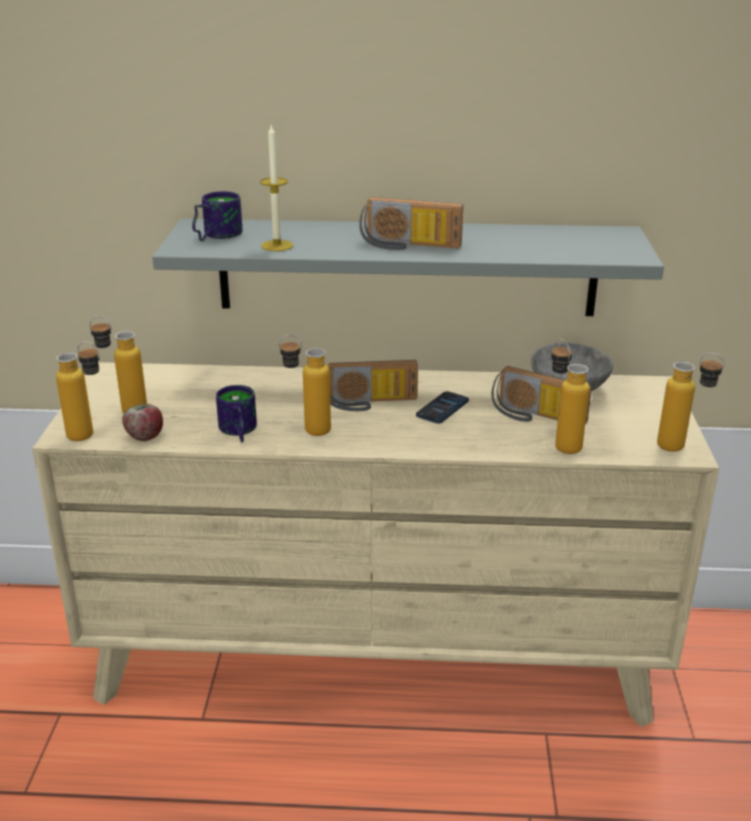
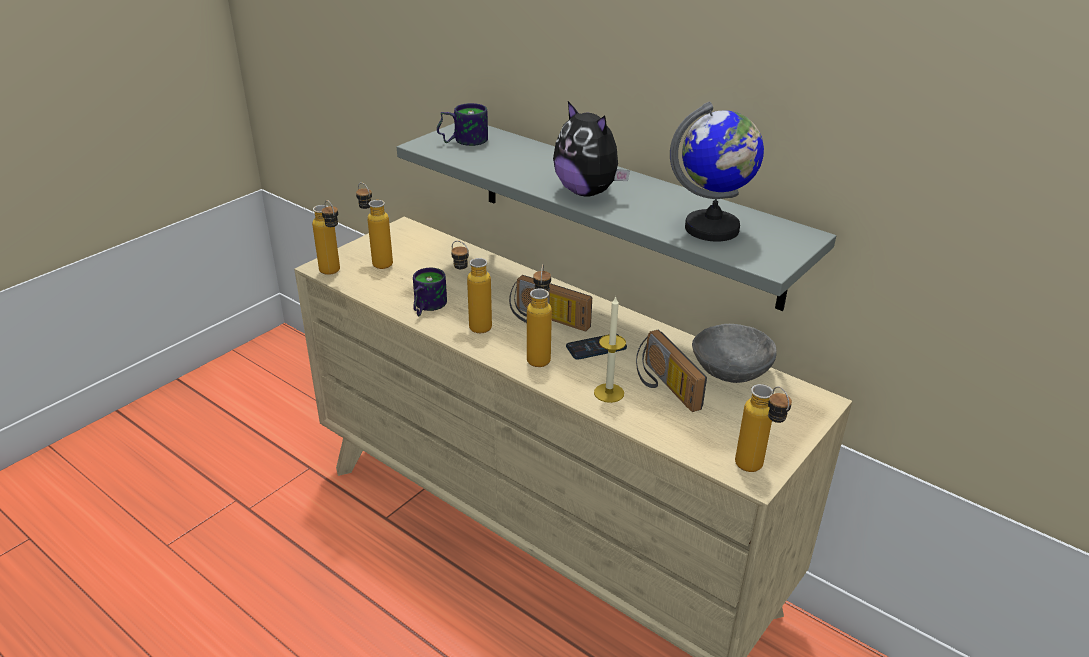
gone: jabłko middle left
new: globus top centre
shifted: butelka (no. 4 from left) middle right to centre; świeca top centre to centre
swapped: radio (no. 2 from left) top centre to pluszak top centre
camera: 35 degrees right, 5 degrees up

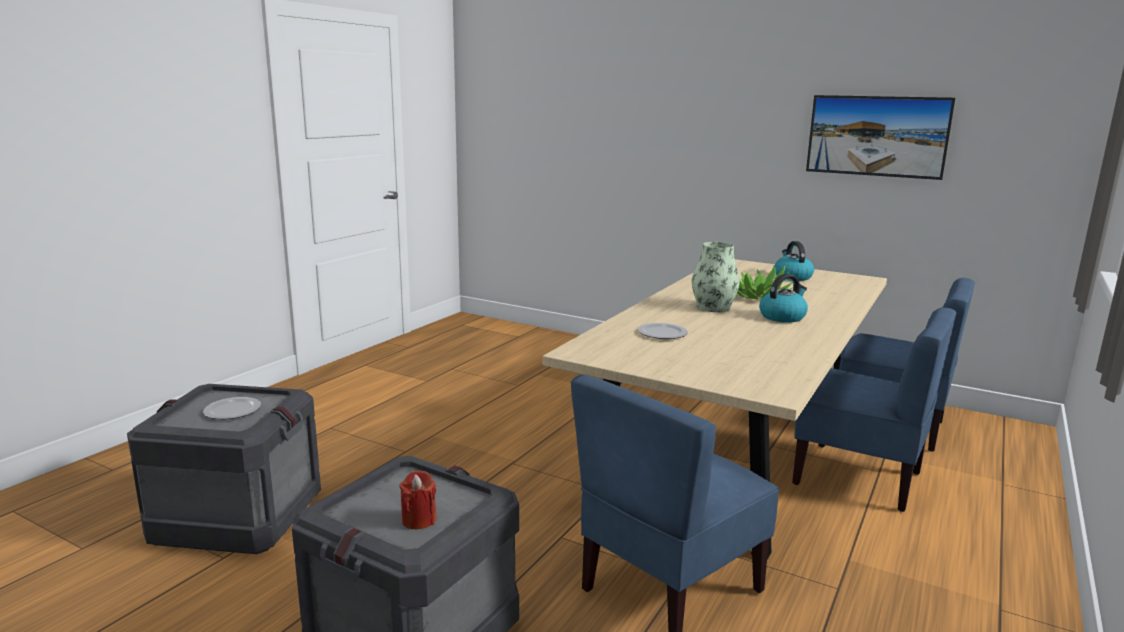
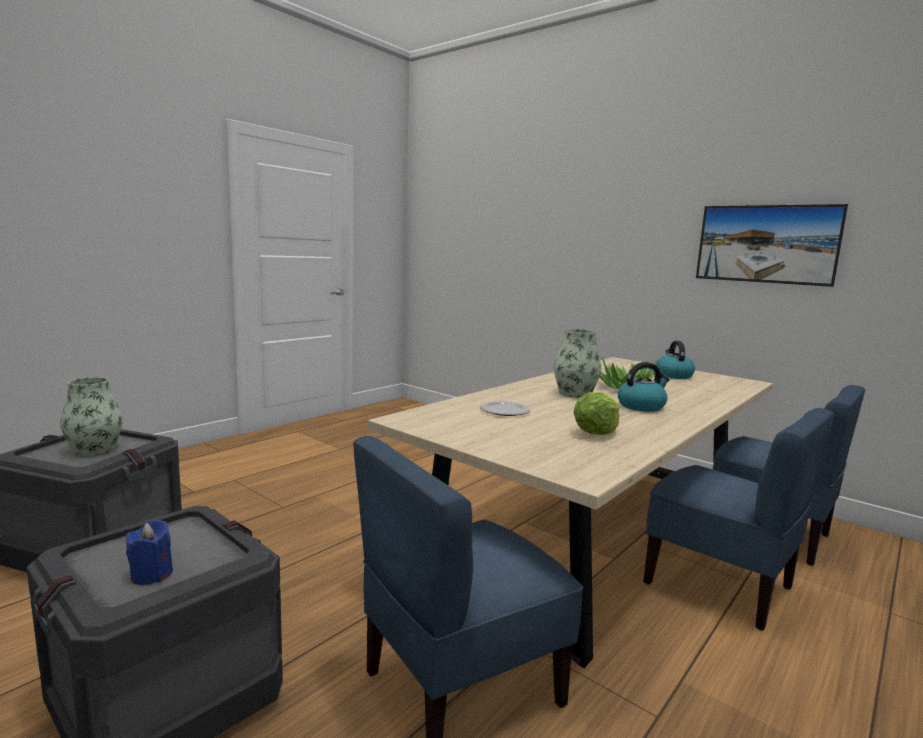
new: sałata centre
swapped: talerz (no. 1 from left) middle left to wazon (no. 1 from left) middle left
repainted: świeca [czerwony] bottom centre to świeca [niebieski] bottom left
camera: 10 degrees right, 5 degrees down

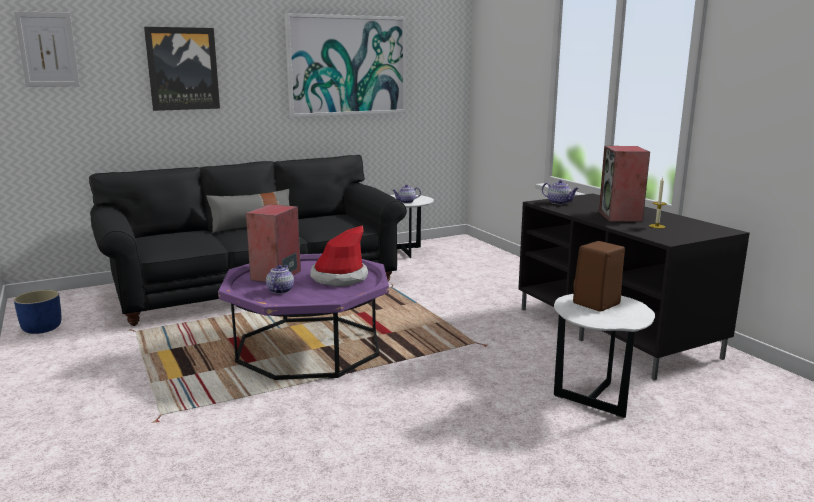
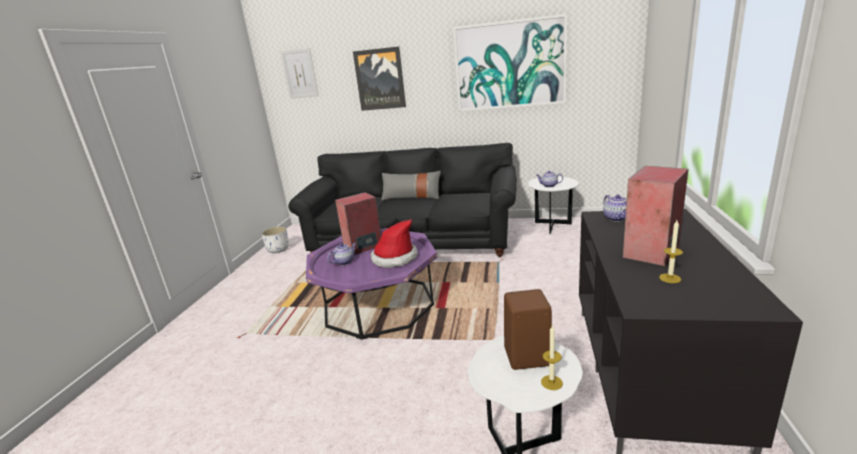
new: świeca (no. 1 from left) bottom centre
repainted: donica [niebieski] middle left to donica [biały] middle left
camera: 40 degrees right, 5 degrees up

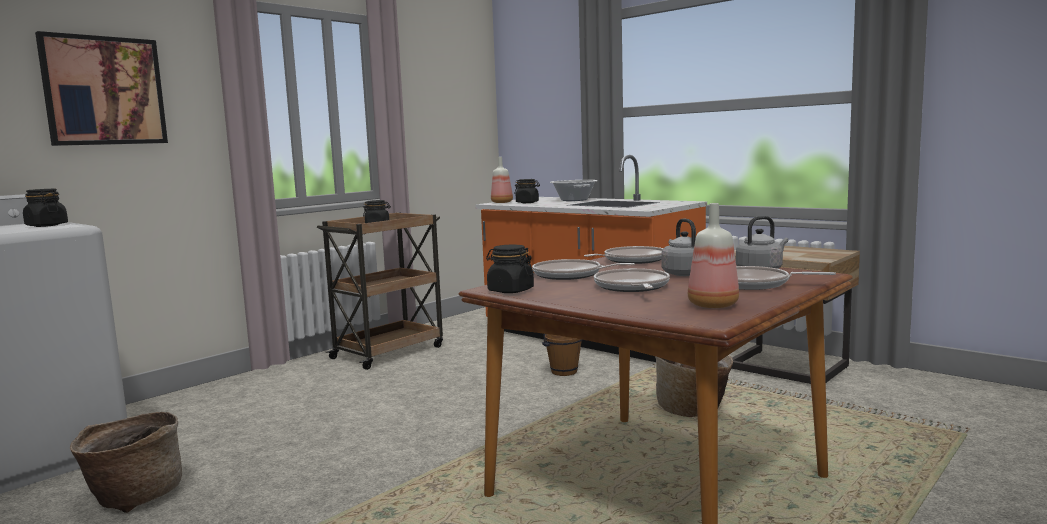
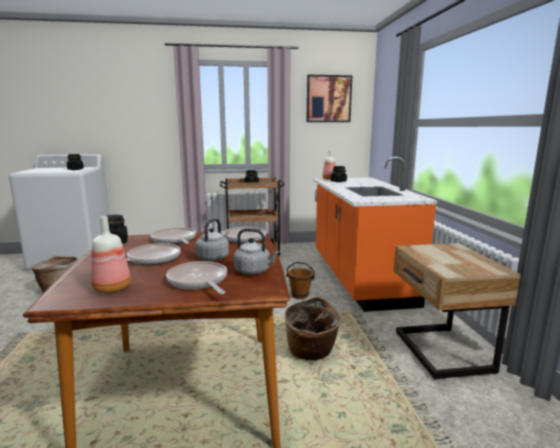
gone: garnek centre
shifted: obraz top left to top centre
camera: 40 degrees right, 5 degrees up

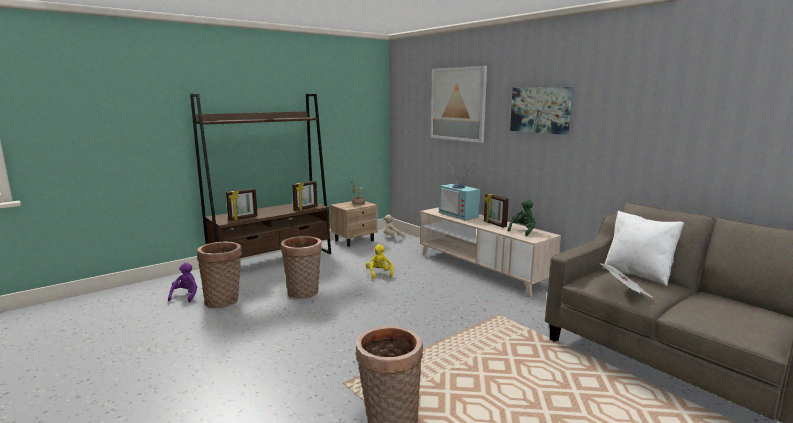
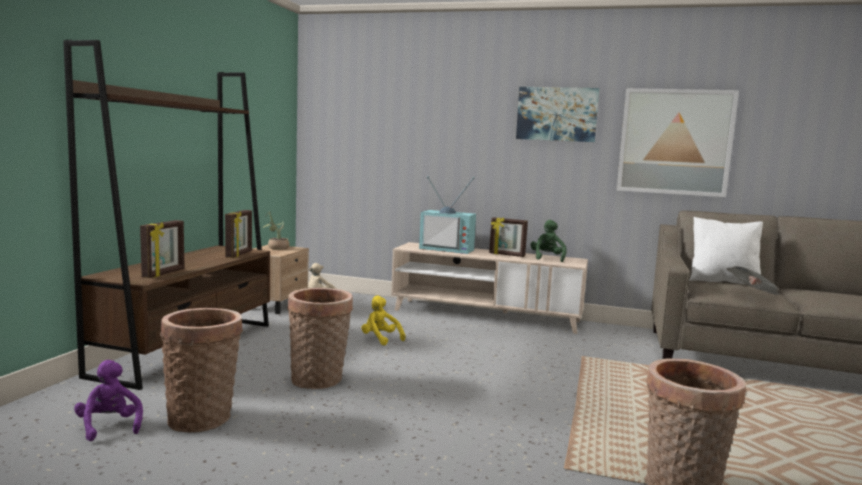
shifted: obraz (no. 1 from left in the first image) top centre to obraz (no. 2 from left) top right
camera: 35 degrees left, 5 degrees down

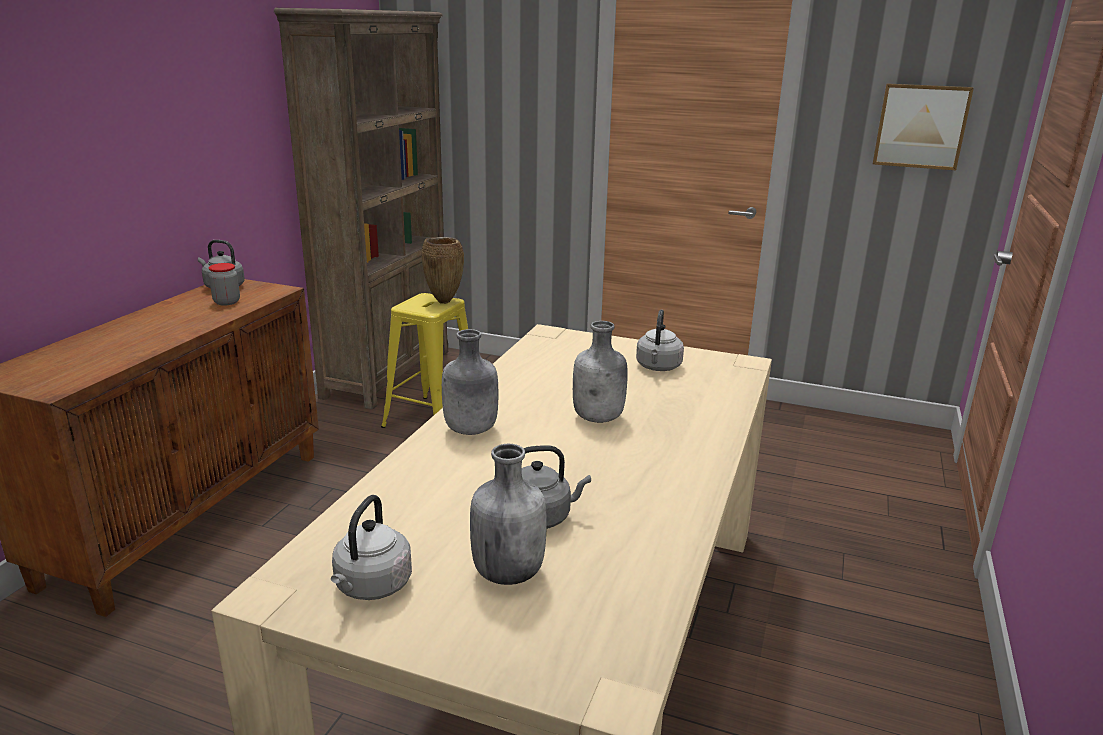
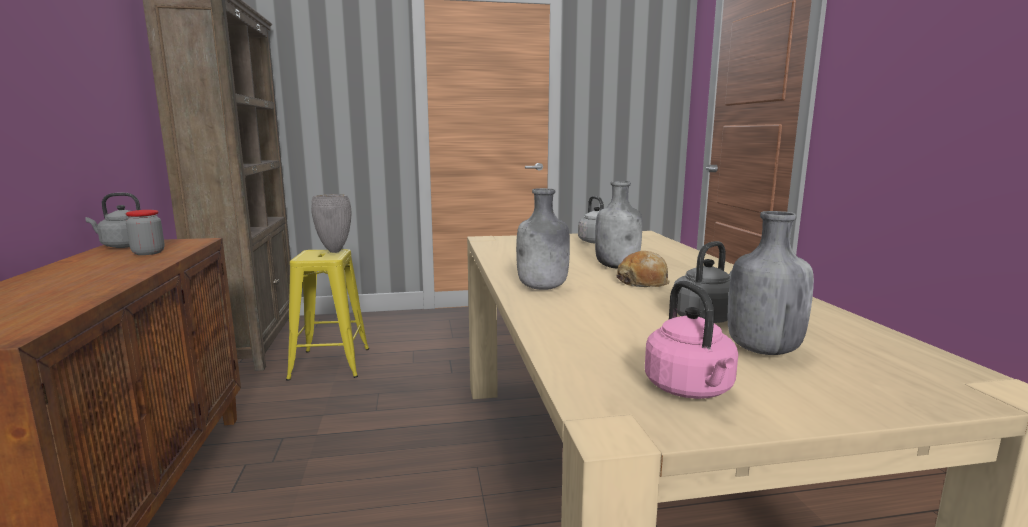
gone: obraz top right
new: chleb centre
repainted: wazon [brązowy] centre to wazon [szary] middle left; czajnik [szary] (no. 2 from left) bottom centre to czajnik [różowy] middle right
camera: 30 degrees left, 10 degrees down

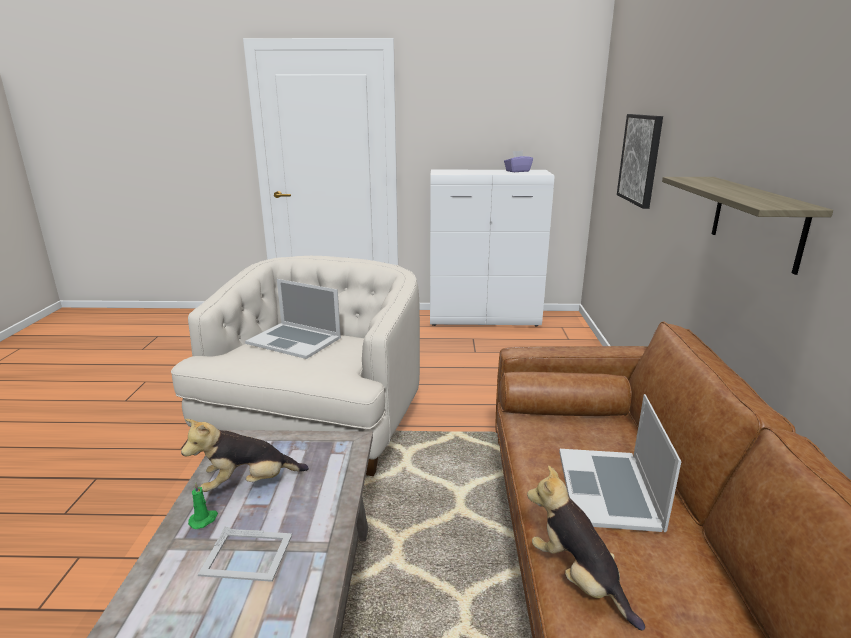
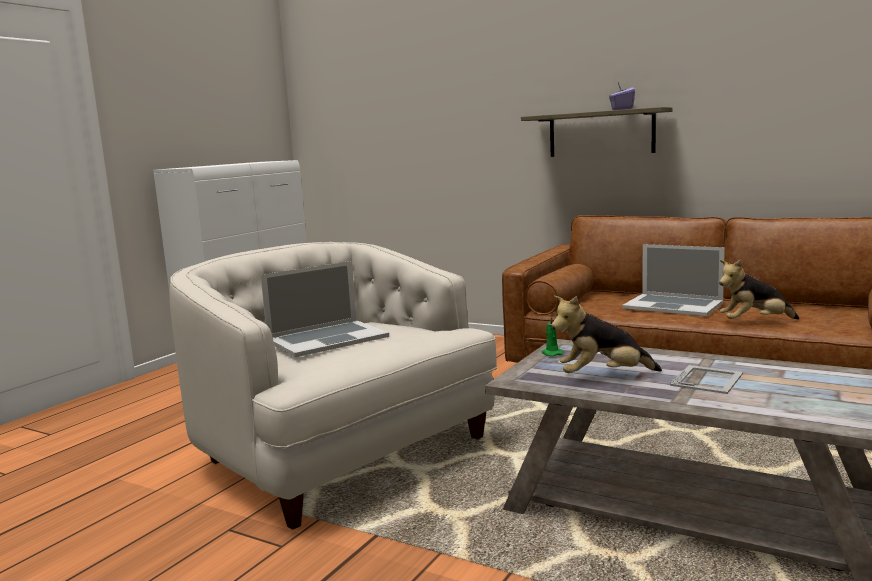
gone: obraz top right
shifted: świeca [zielony] bottom left to centre; pudełko chusteczek [fioletowy] top centre to top right
rotated: pluszak (no. 1 from left) bottom left = middle right 75 degrees clockwise
camera: 60 degrees left, 10 degrees down

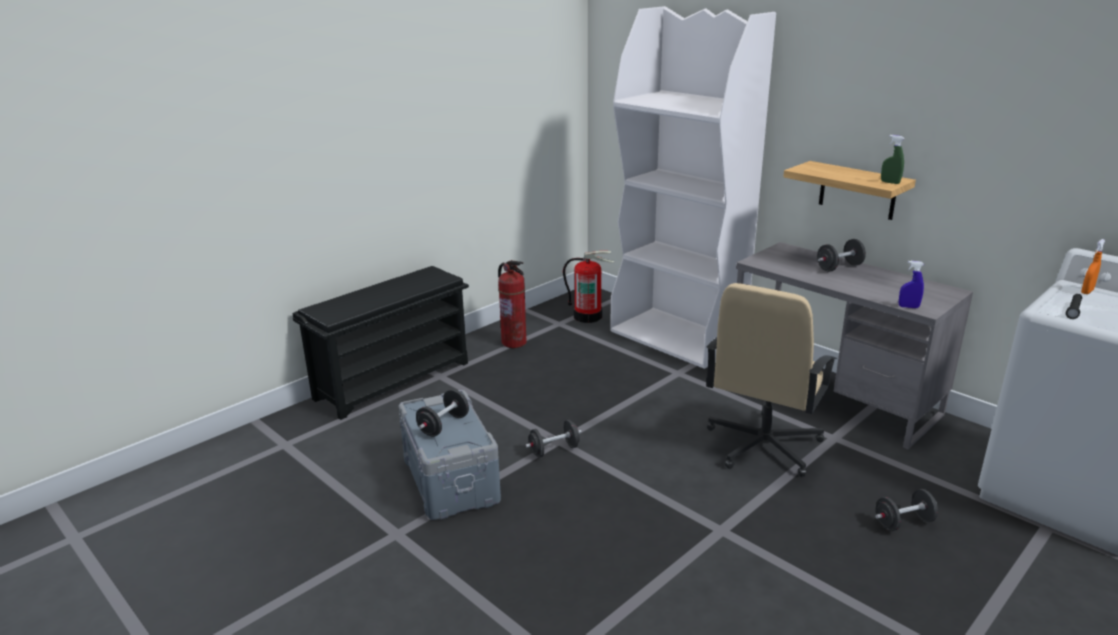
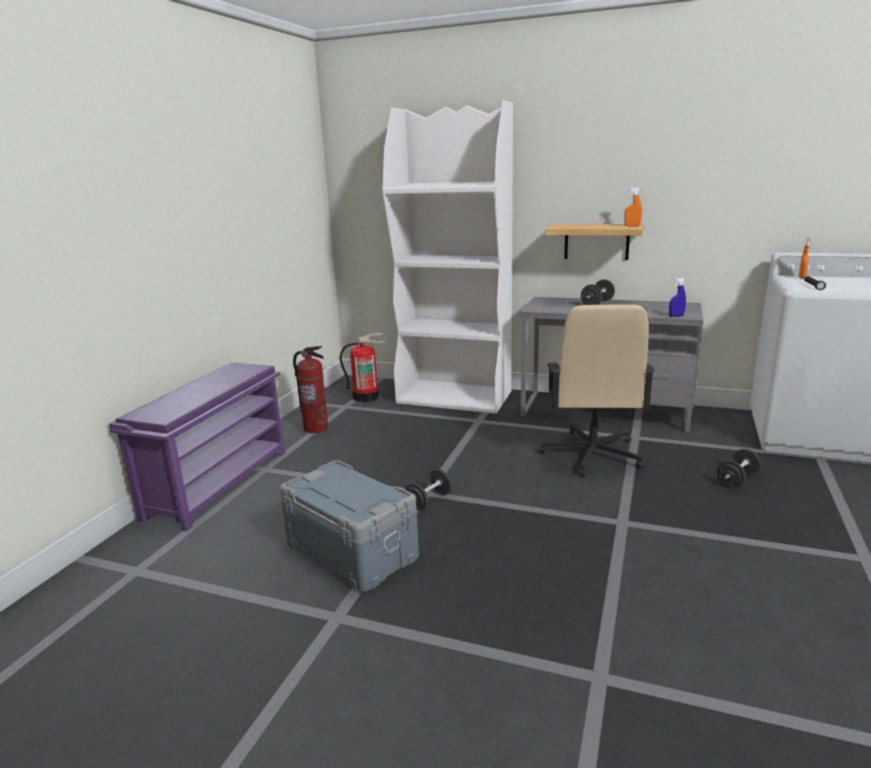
gone: hantel [czarny] (no. 1 from left) centre
repainted: regał na buty [czarny] centre to regał na buty [fioletowy] middle left; spryskiwacz [zielony] top right to spryskiwacz [pomarańczowy] (no. 1 from left) top right
camera: 25 degrees left, 5 degrees down

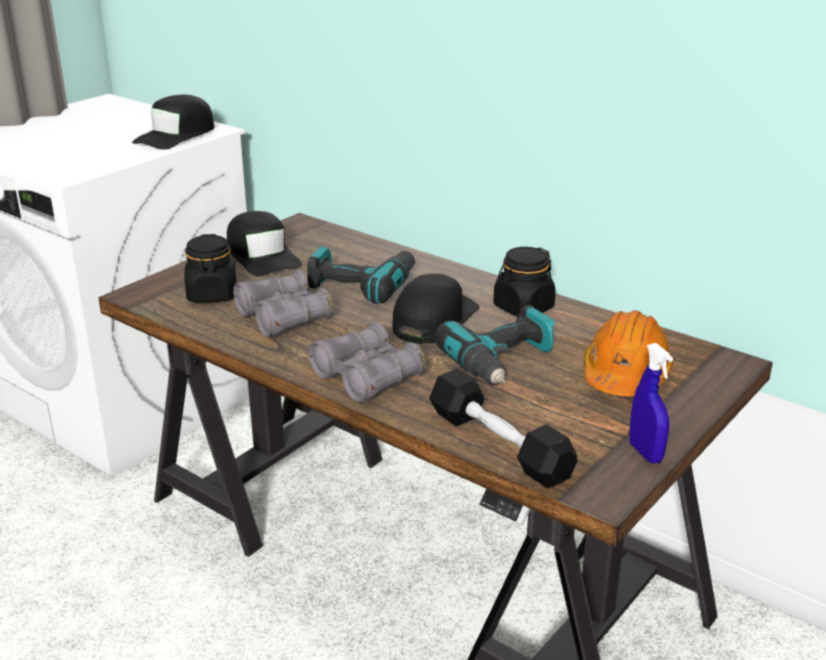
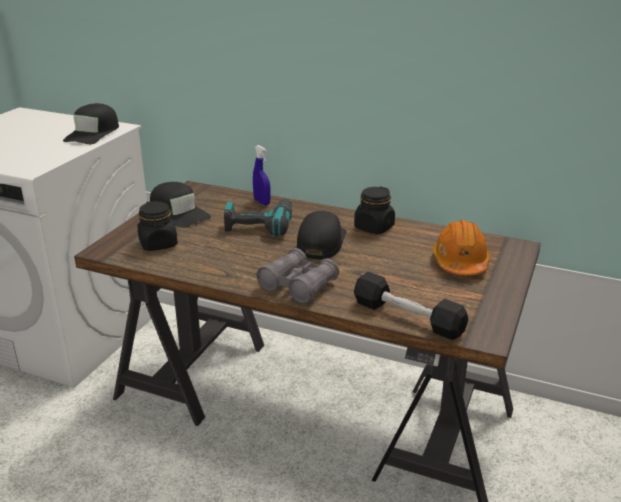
gone: lornetka [szary] (no. 1 from left) centre; wiertarka (no. 2 from left) centre
shifted: spryskiwacz [niebieski] middle right to centre
camera: 15 degrees left, 0 degrees up

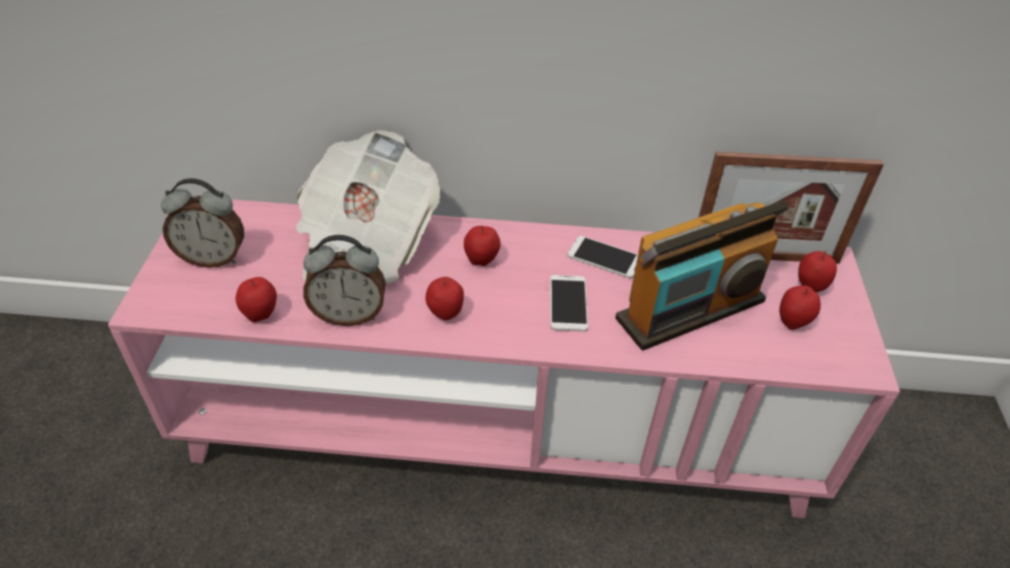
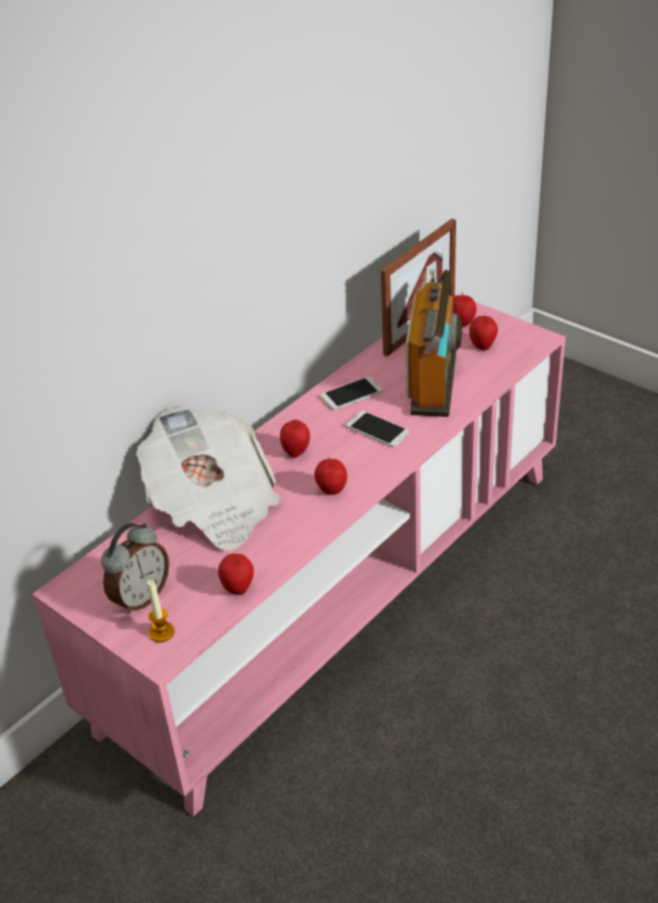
gone: budzik (no. 2 from left) centre
new: świeca bottom left
camera: 50 degrees left, 5 degrees down

